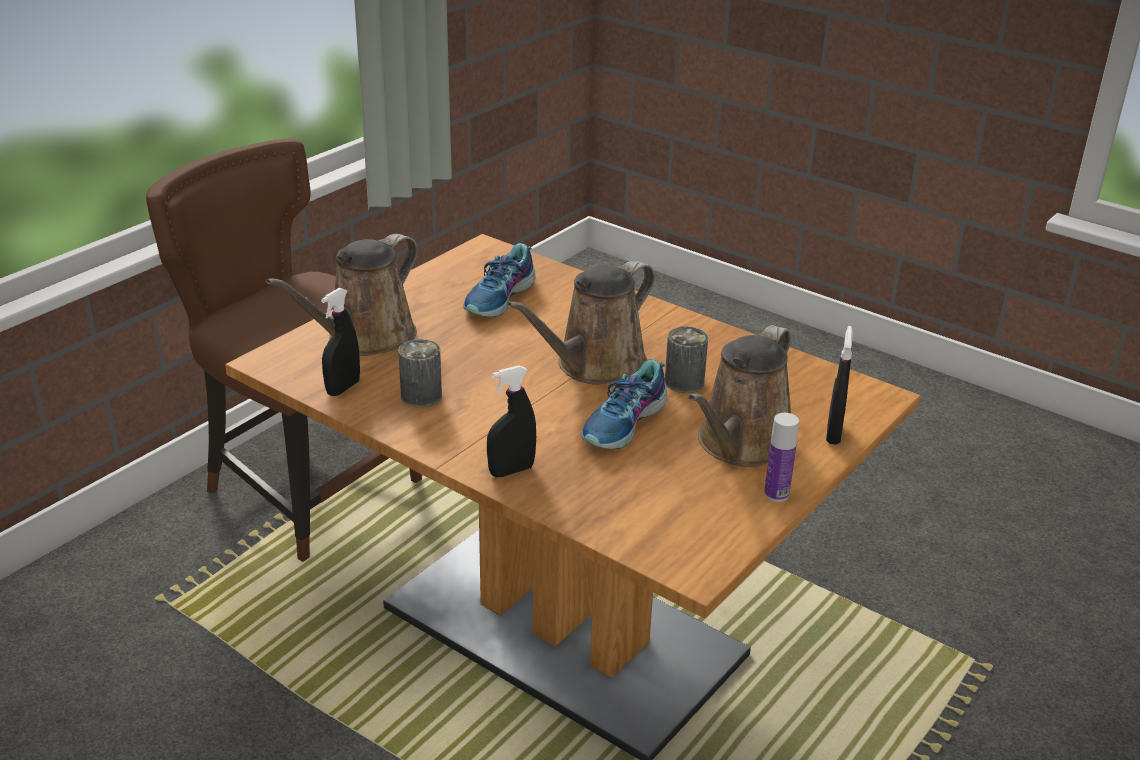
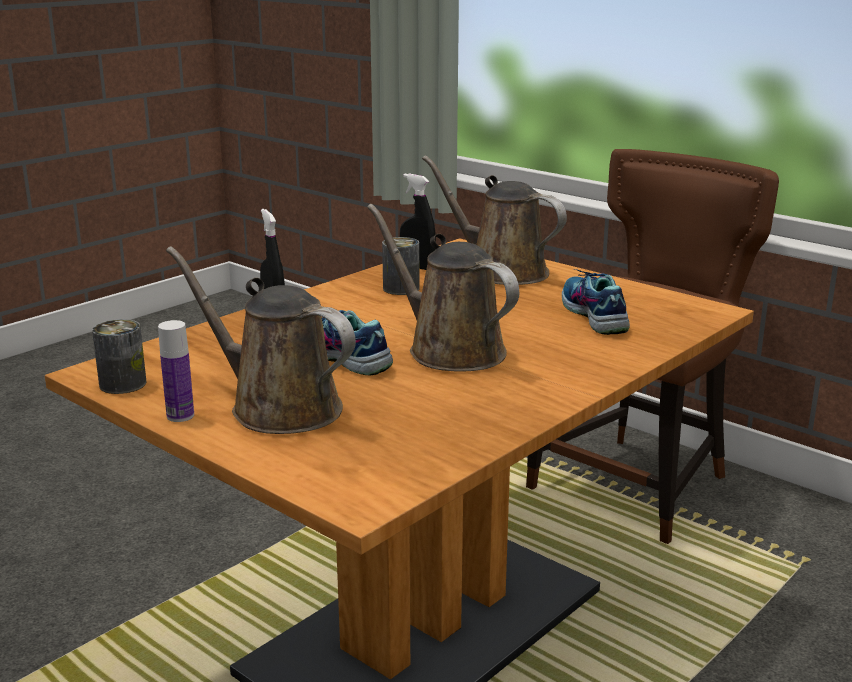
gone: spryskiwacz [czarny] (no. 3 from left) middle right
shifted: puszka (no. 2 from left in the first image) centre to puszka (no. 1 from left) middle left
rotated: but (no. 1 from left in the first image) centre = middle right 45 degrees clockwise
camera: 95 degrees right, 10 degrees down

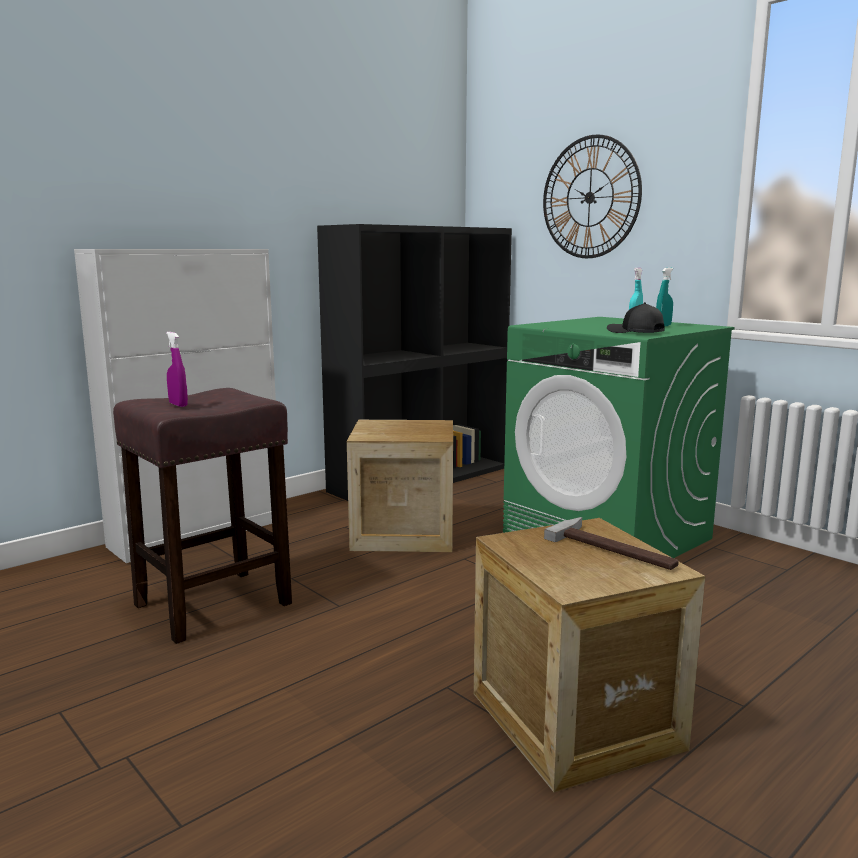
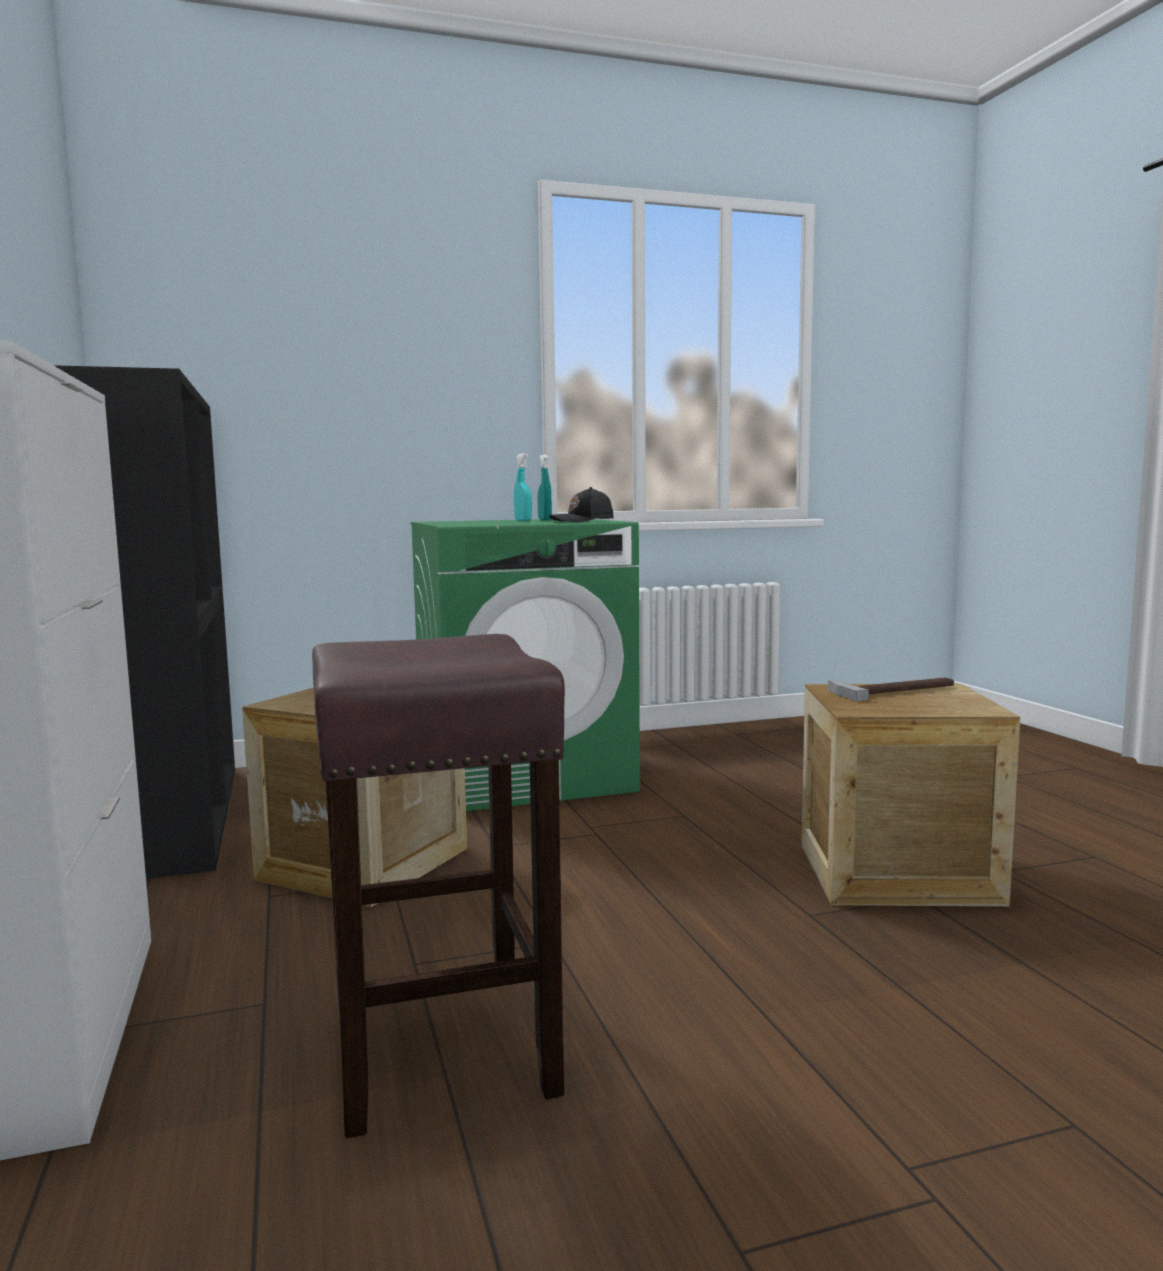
gone: spryskiwacz [fioletowy] middle left; zegar ścienny top right
camera: 65 degrees left, 5 degrees down

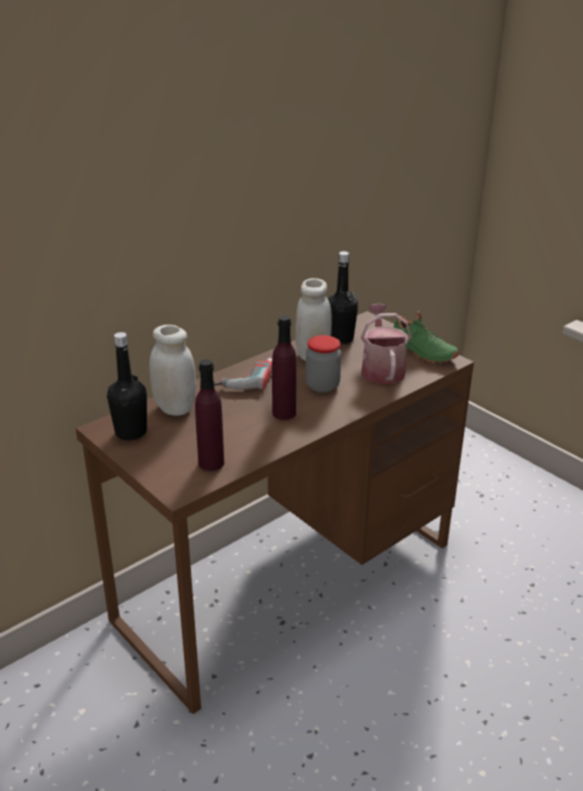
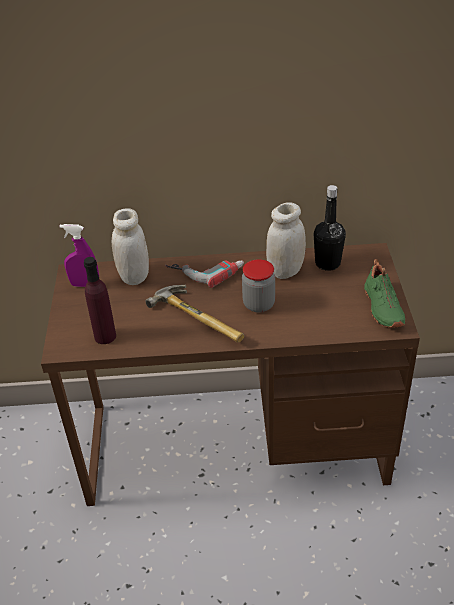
gone: konewka centre
swapped: butelka [czarny] (no. 1 from left) middle left to spryskiwacz [fioletowy] middle left; butelka [fioletowy] (no. 2 from left) centre to młotek centre
camera: 40 degrees right, 10 degrees up

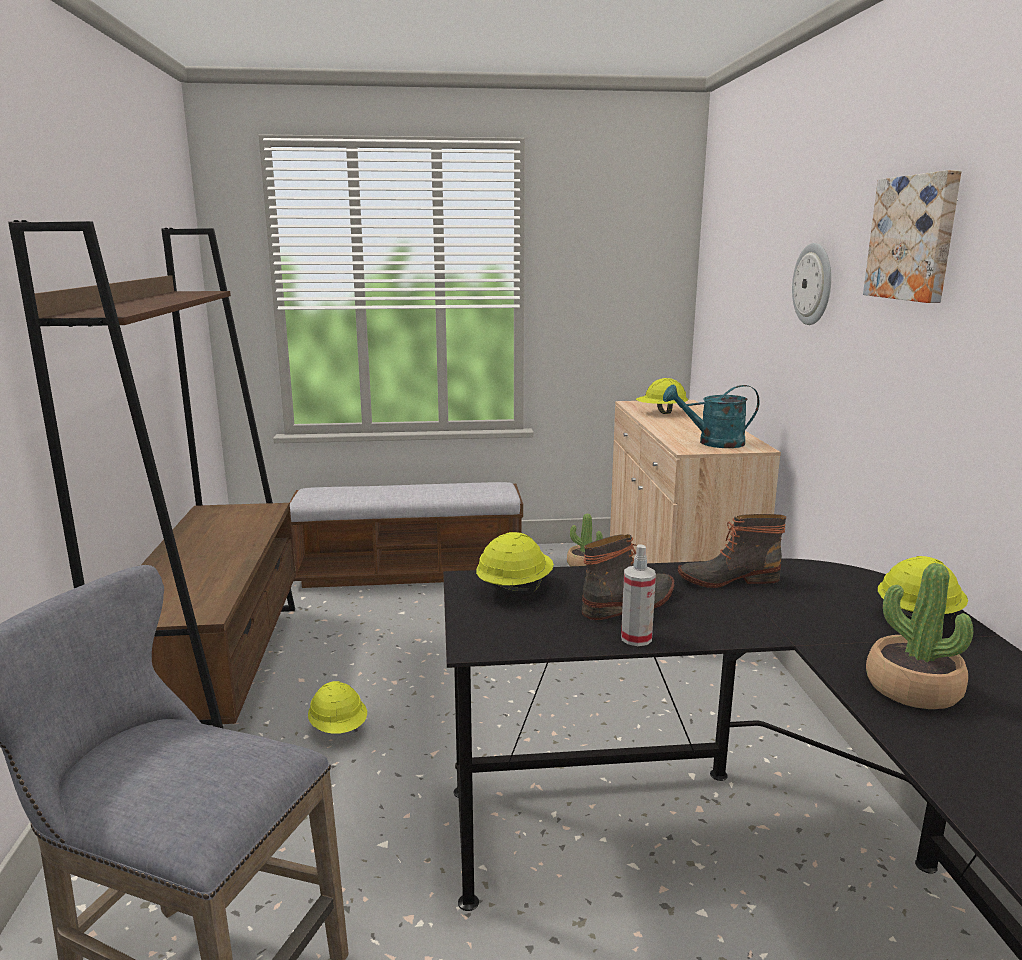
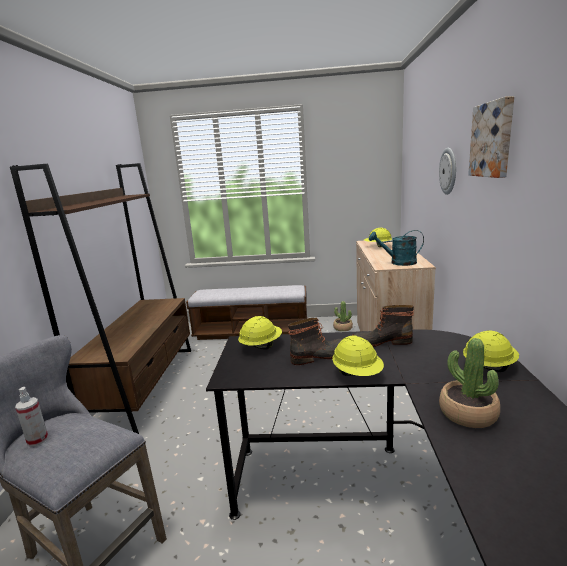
shifted: spryskiwacz centre to bottom left; kask [żółty] (no. 1 from left in the first image) bottom left to kask [żółty] (no. 2 from left) centre
camera: 10 degrees right, 0 degrees up

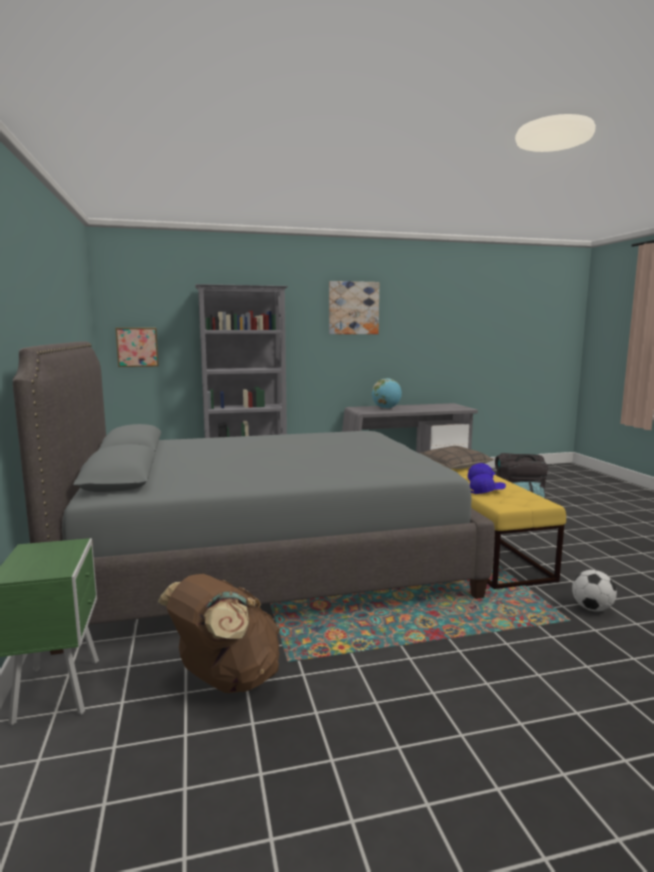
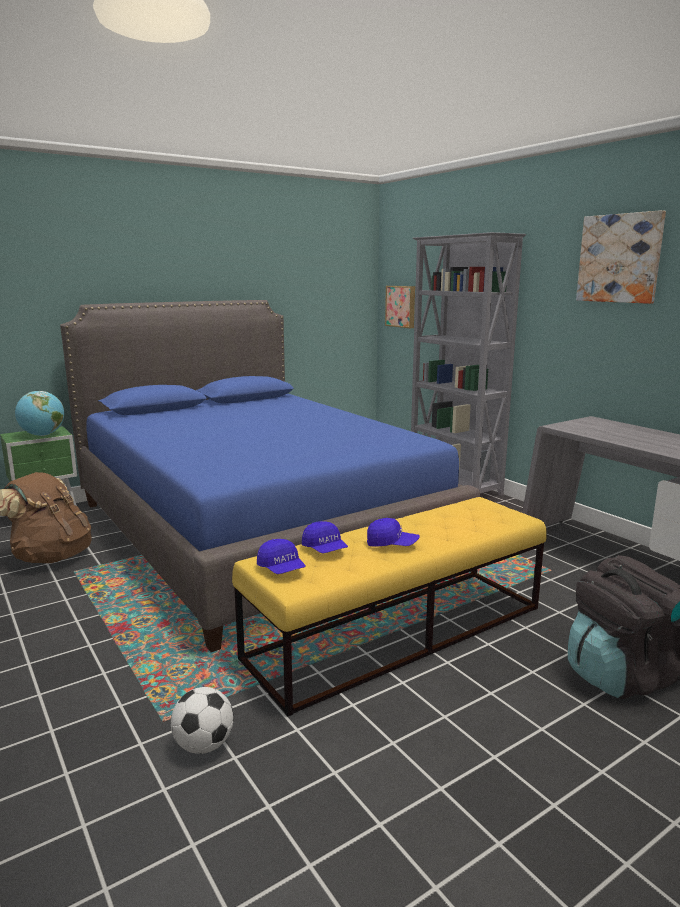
gone: poduszka middle right
new: czapka z daszkiem [niebieski] (no. 1 from left) centre
shifted: globus centre to middle left
repainted: łóżko [szary] centre to łóżko [niebieski] centre
camera: 70 degrees right, 5 degrees up

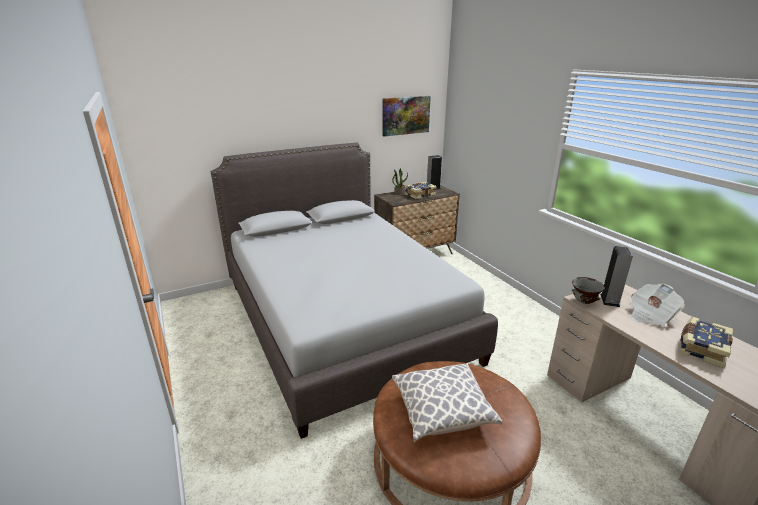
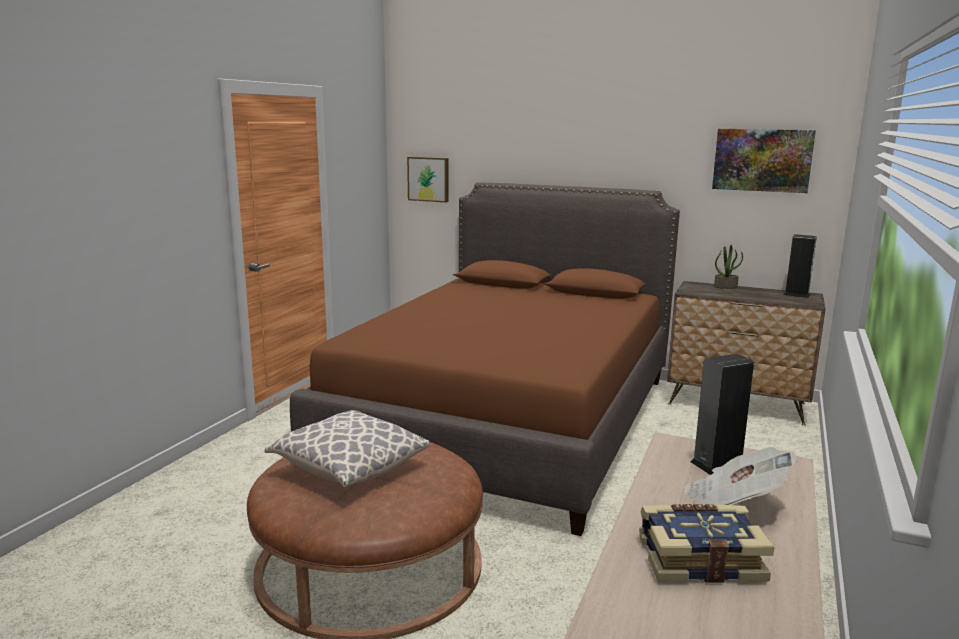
gone: książka (no. 1 from left) centre; miska [szary] middle right
new: obraz (no. 1 from left) top centre
repainted: łóżko [szary] centre to łóżko [brązowy] centre
camera: 50 degrees right, 10 degrees down

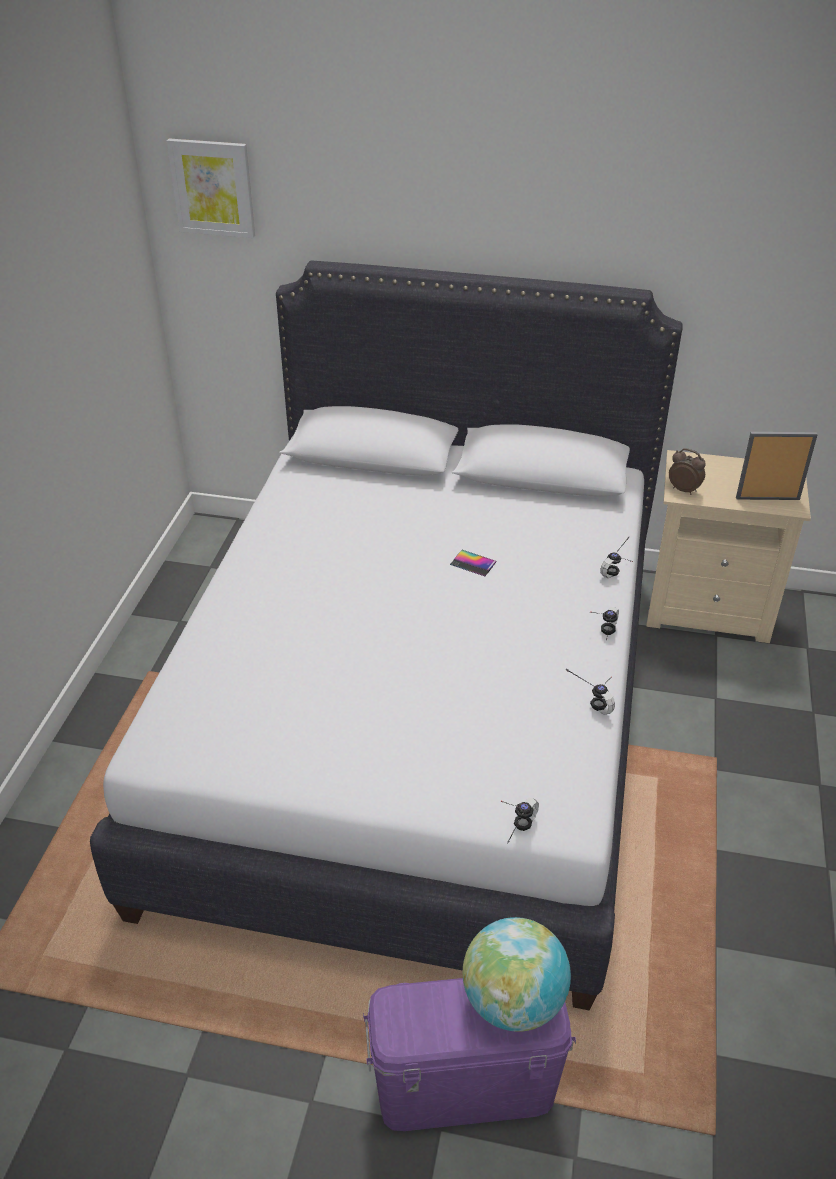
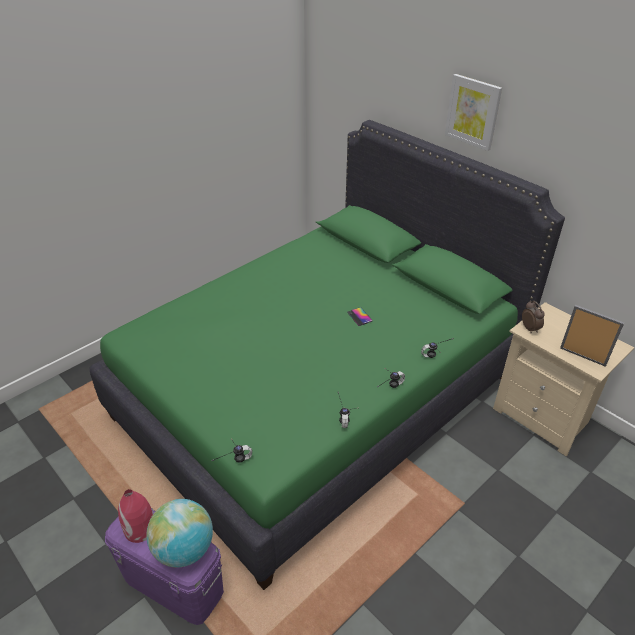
new: wazon [czerwony] bottom left
shifted: obraz top left to top right
repainted: łóżko [biały] centre to łóżko [zielony] centre
camera: 35 degrees right, 0 degrees up

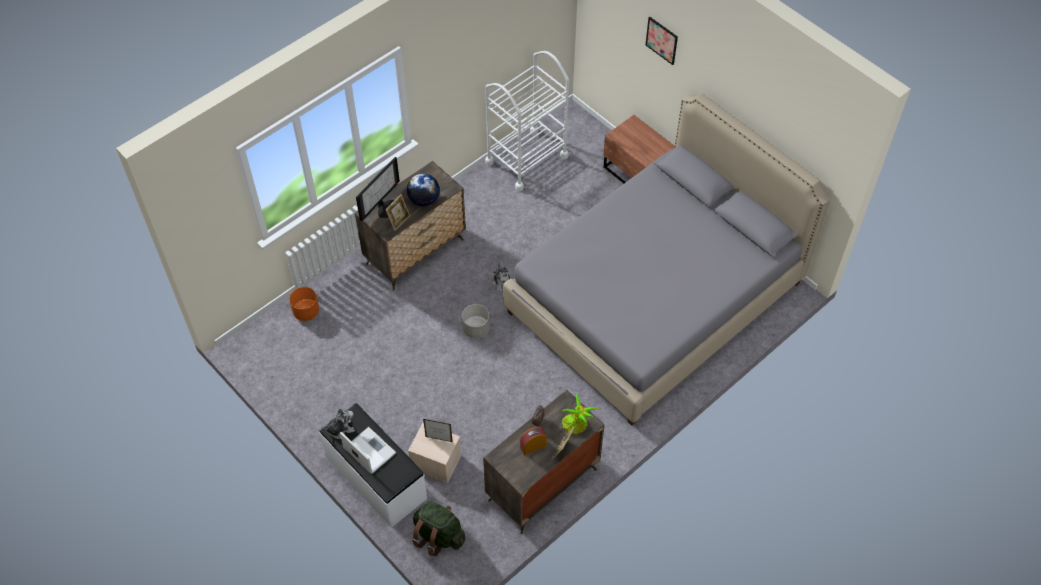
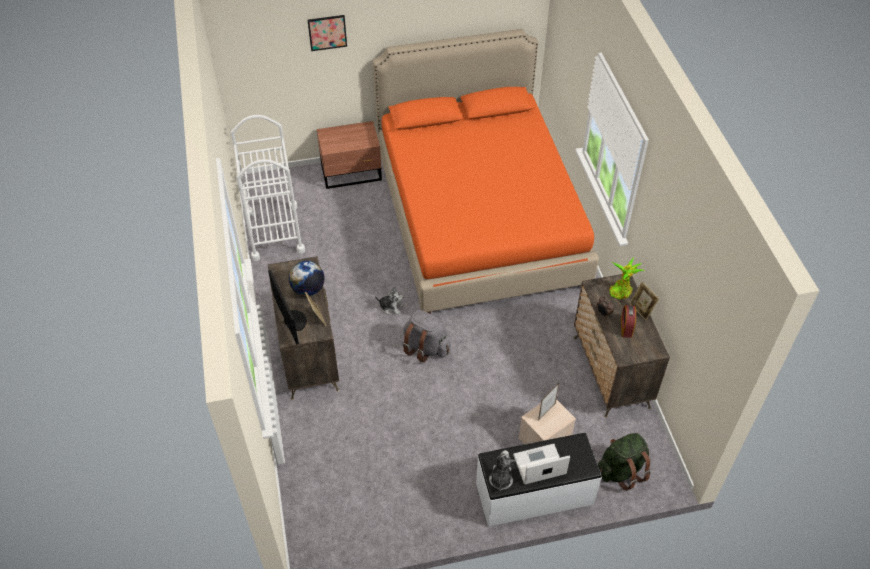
gone: donica [pomarańczowy] middle left
swapped: donica [szary] centre to plecak [szary] centre
repainted: łóżko [szary] centre to łóżko [pomarańczowy] top centre
camera: 60 degrees left, 5 degrees down

